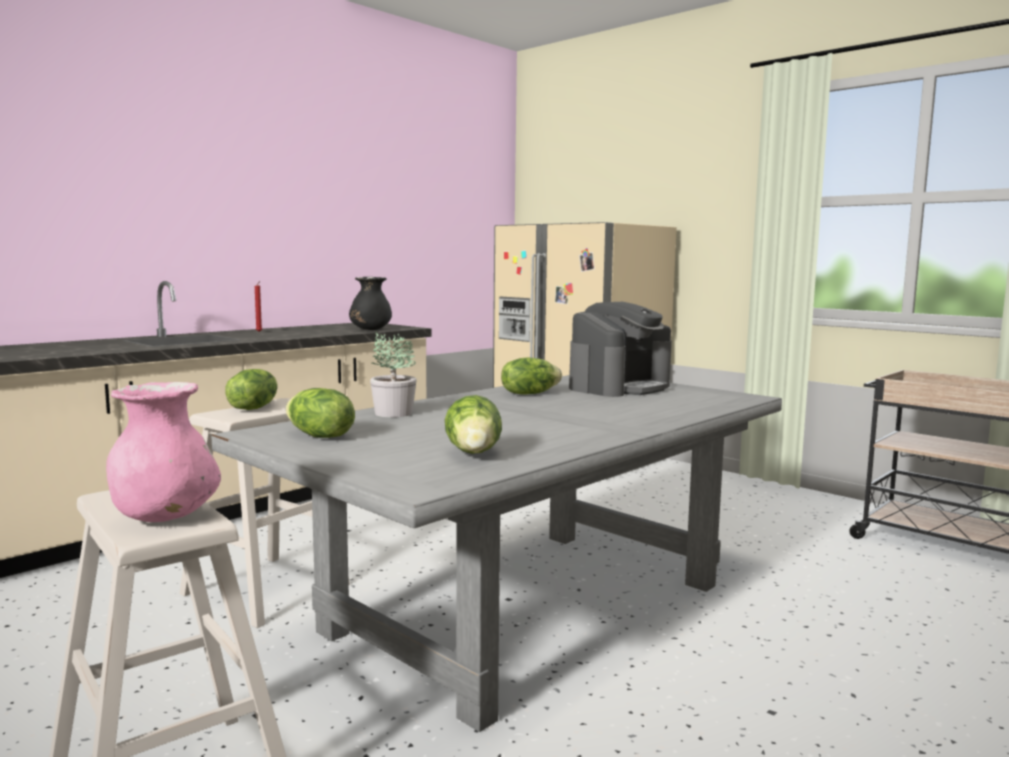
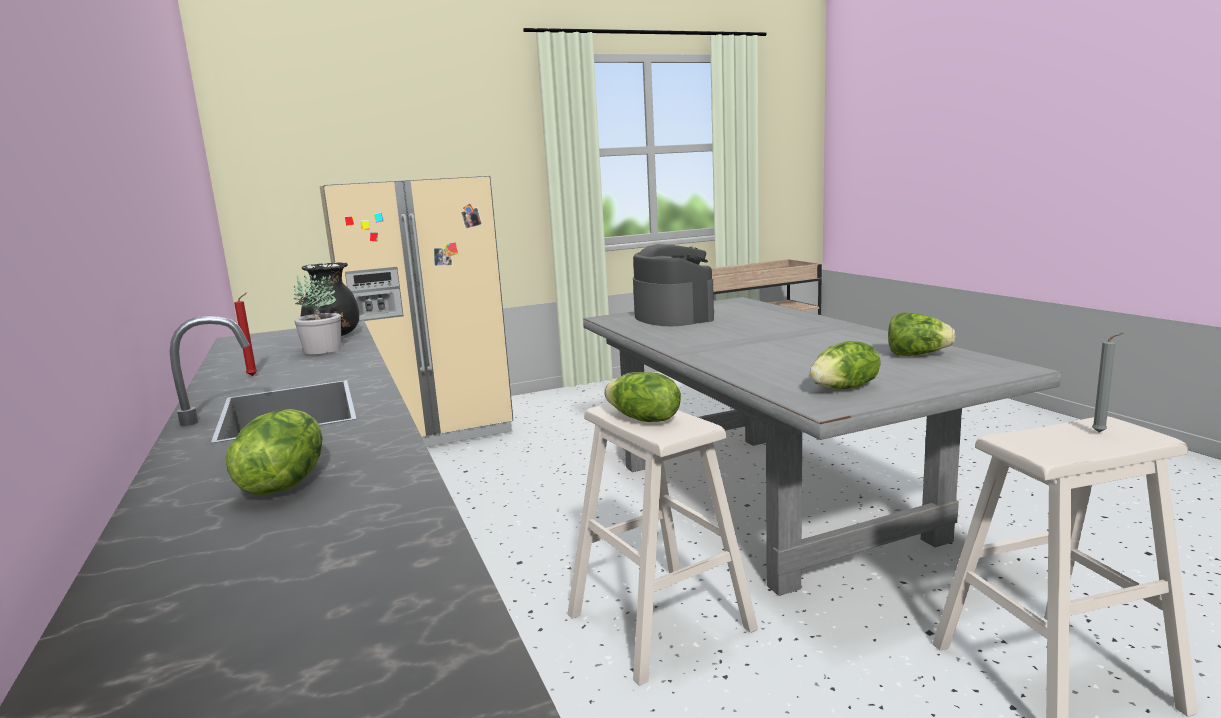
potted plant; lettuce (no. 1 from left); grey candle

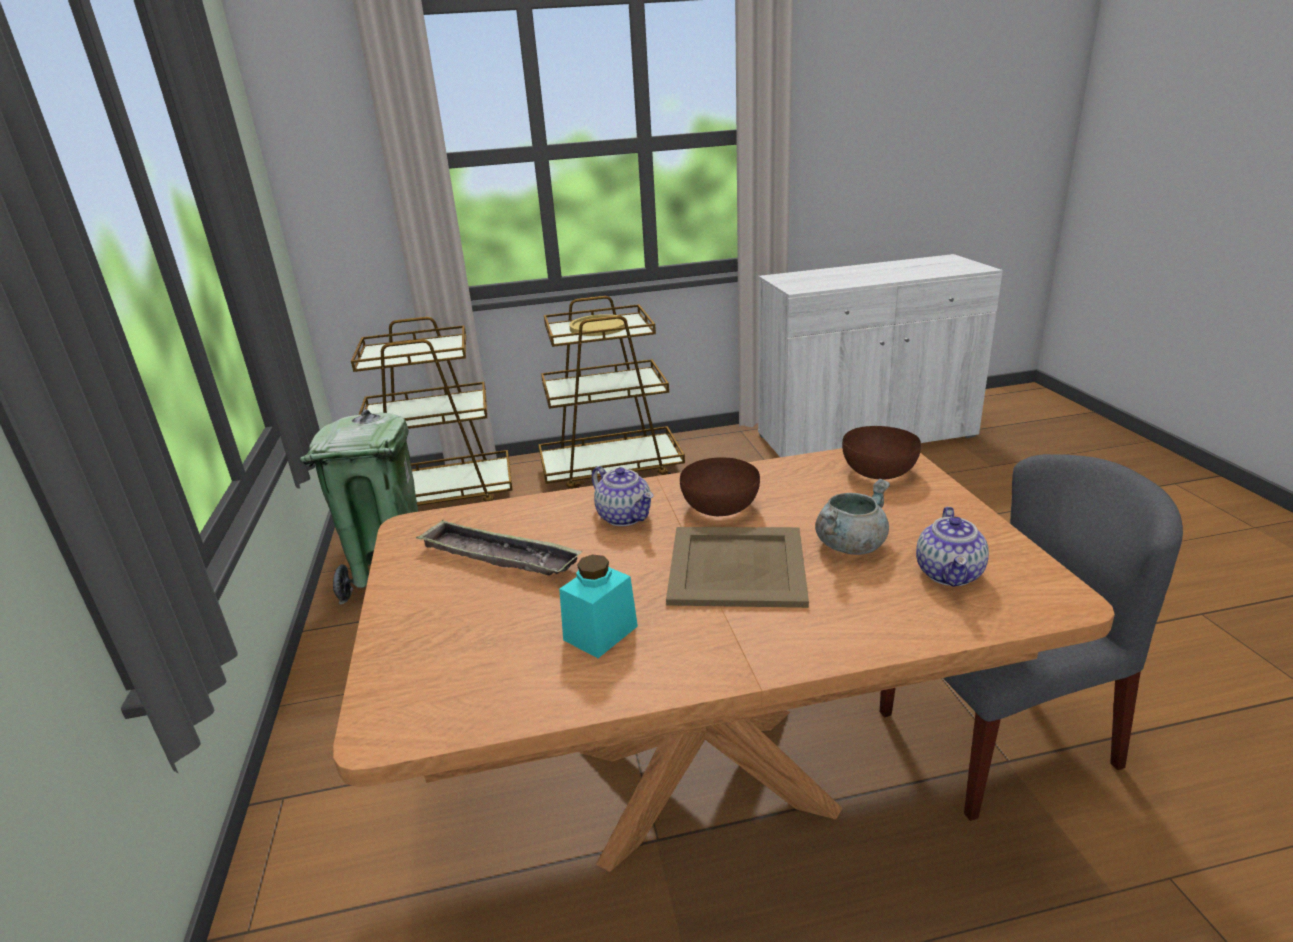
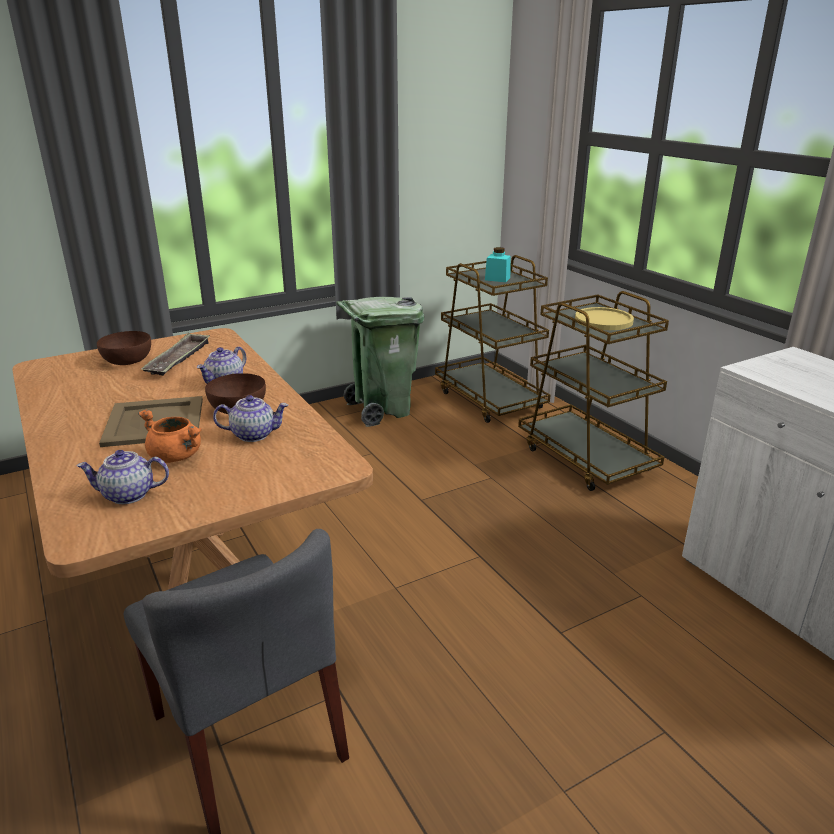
teapot (no. 3 from left); turquoise jar; brown bowl (no. 1 from left); orange cooking pot

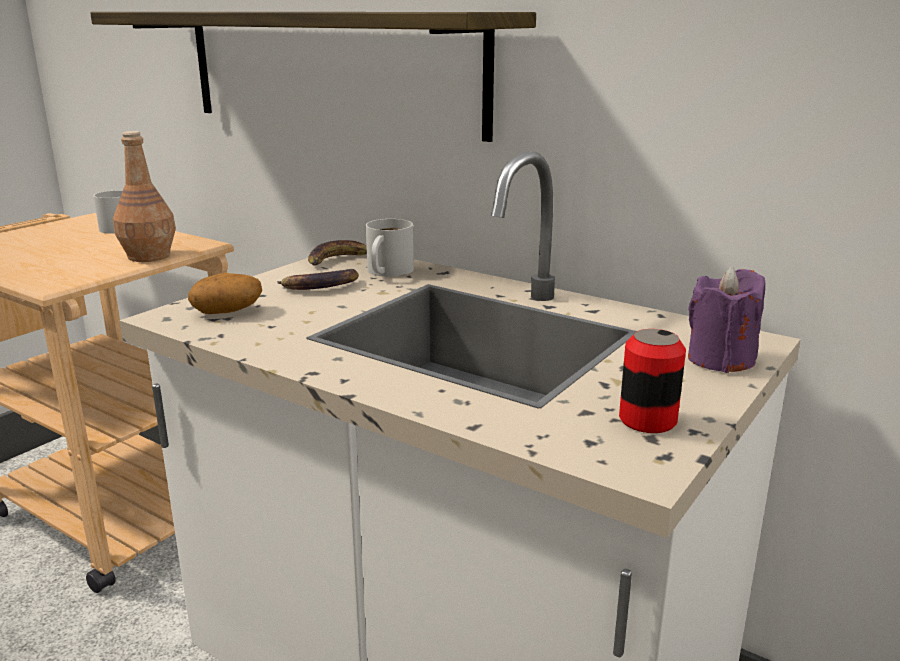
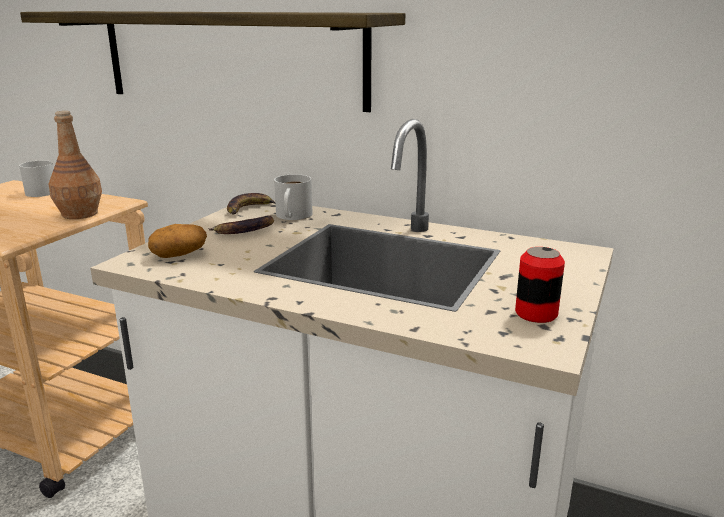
purple candle

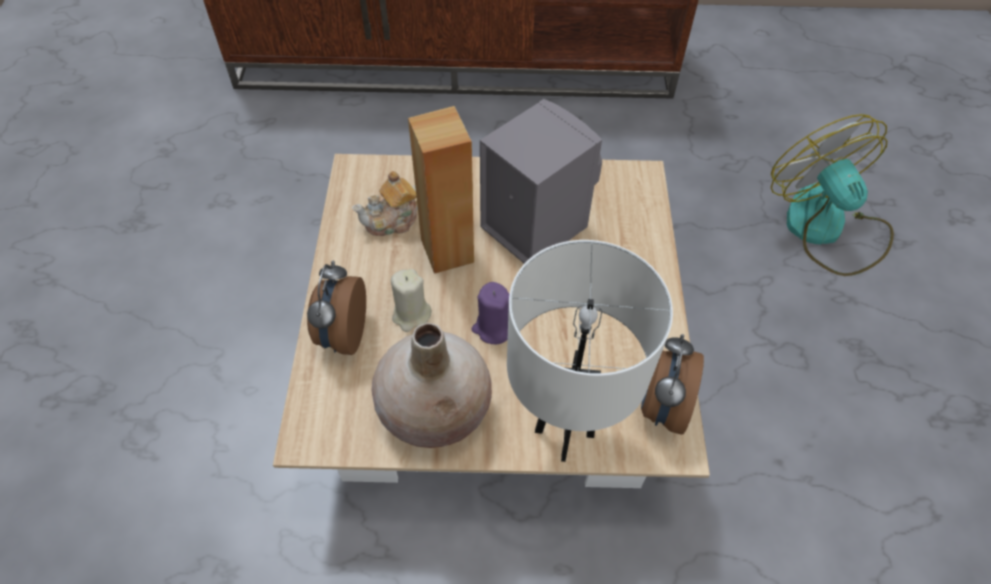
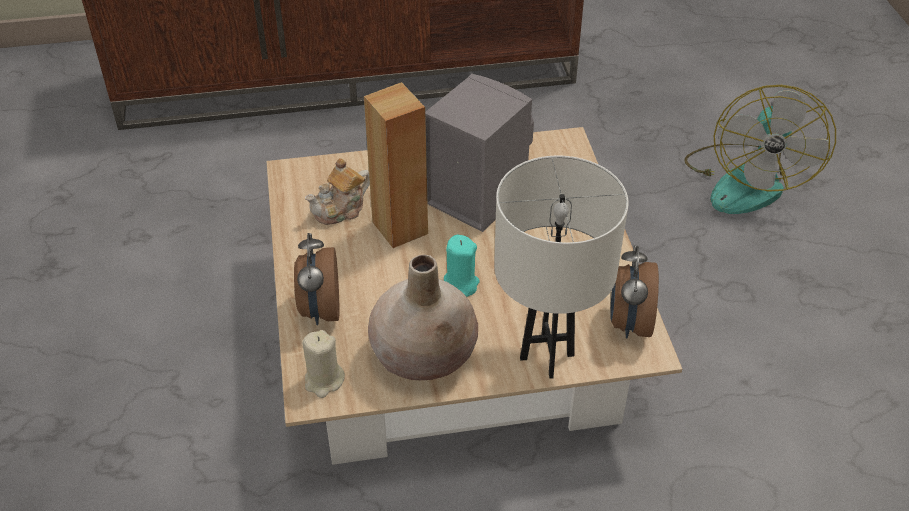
beige candle; turquoise candle; fan

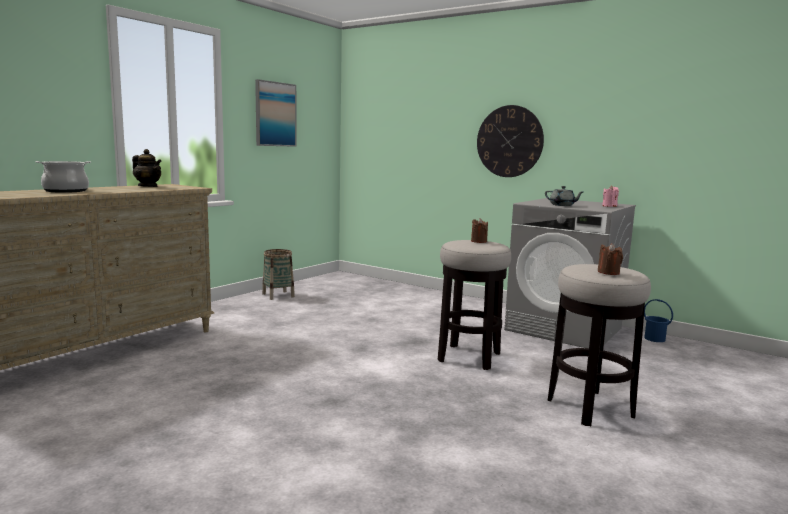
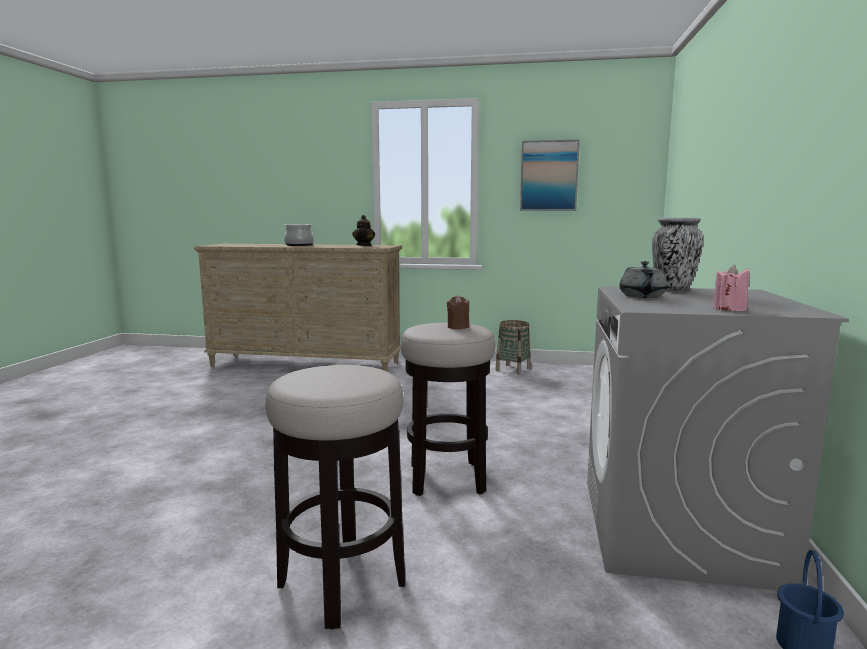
wall clock; brown candle (no. 2 from left in the first image); vase

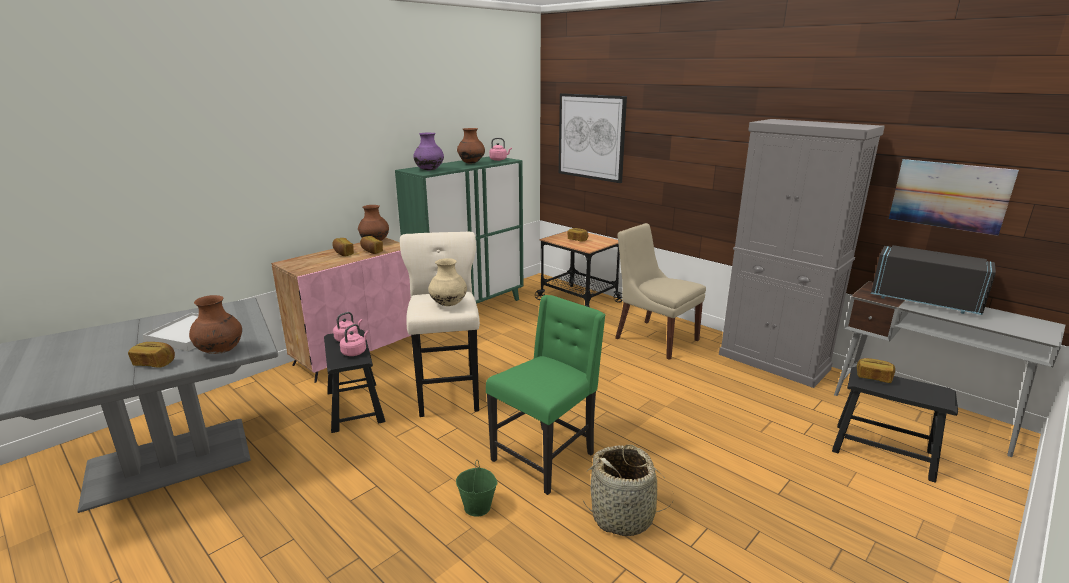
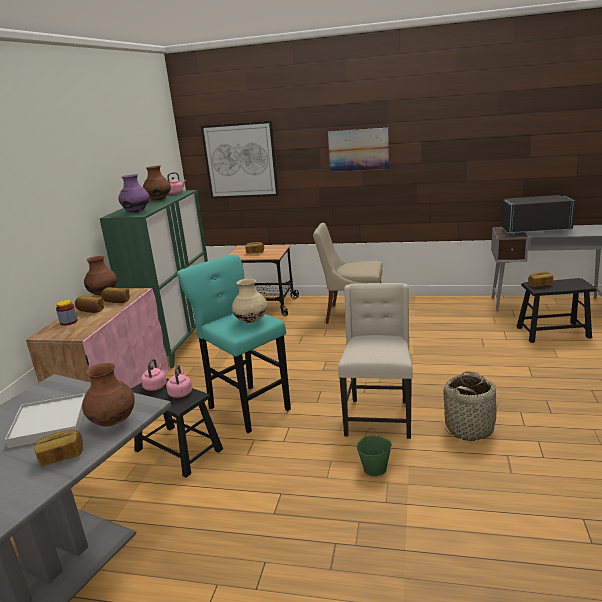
grey cabinet; jar; picture (no. 2 from left); turquoise stool; beige chair (no. 2 from left)

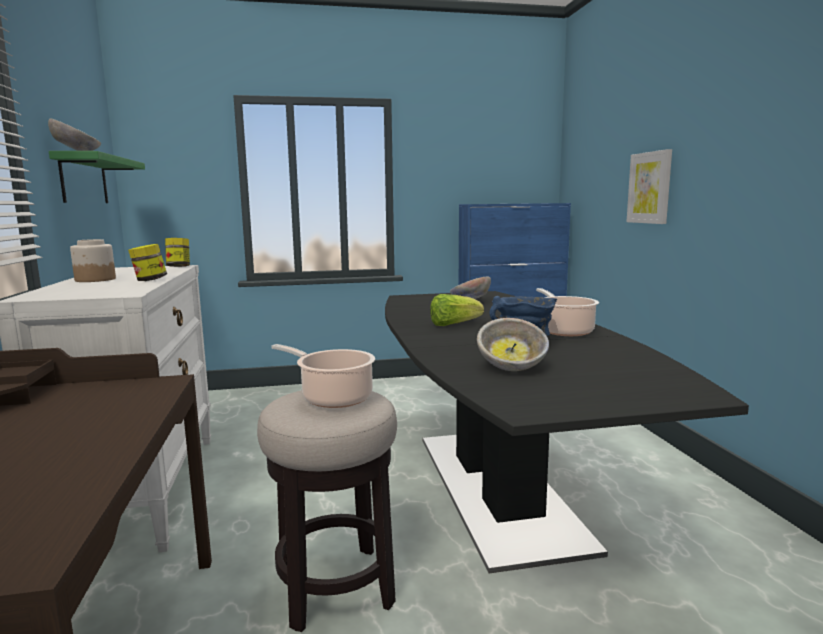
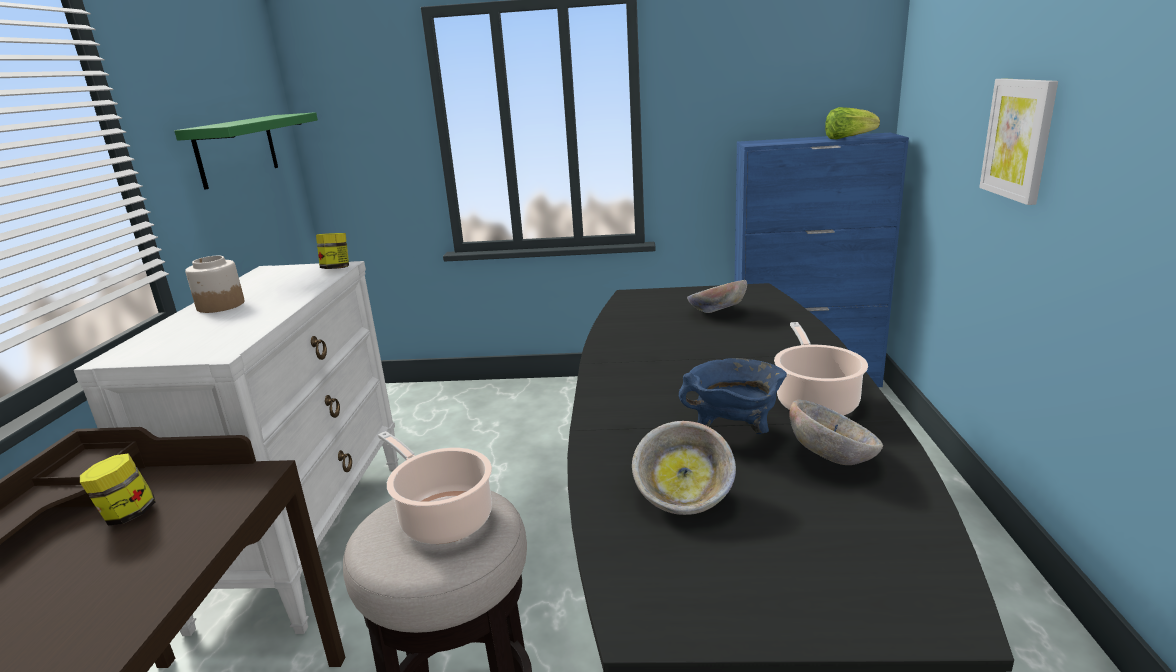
bowl (no. 3 from left); jar (no. 1 from left); lettuce

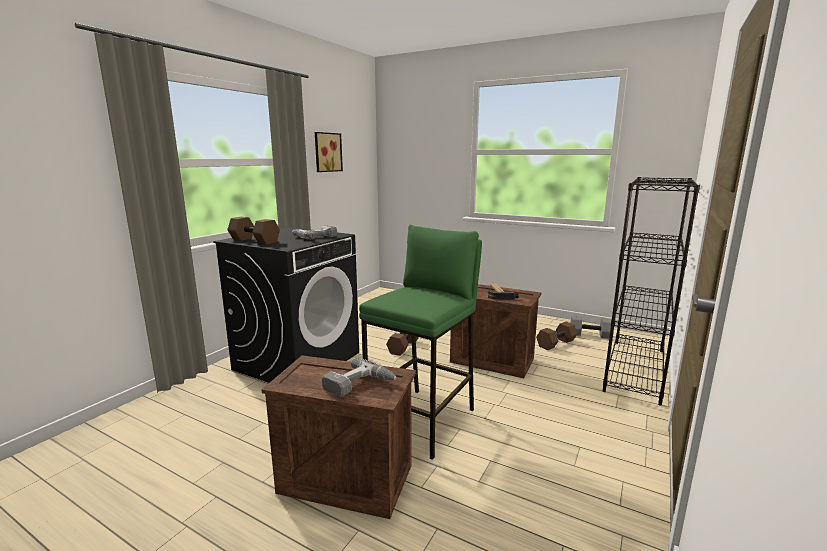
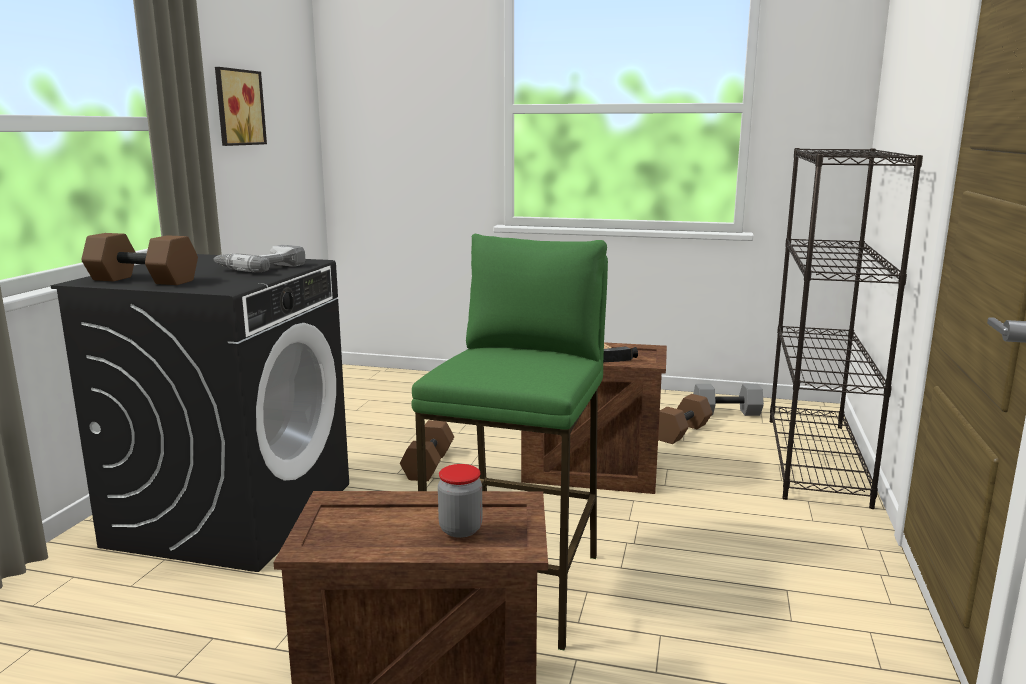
jar

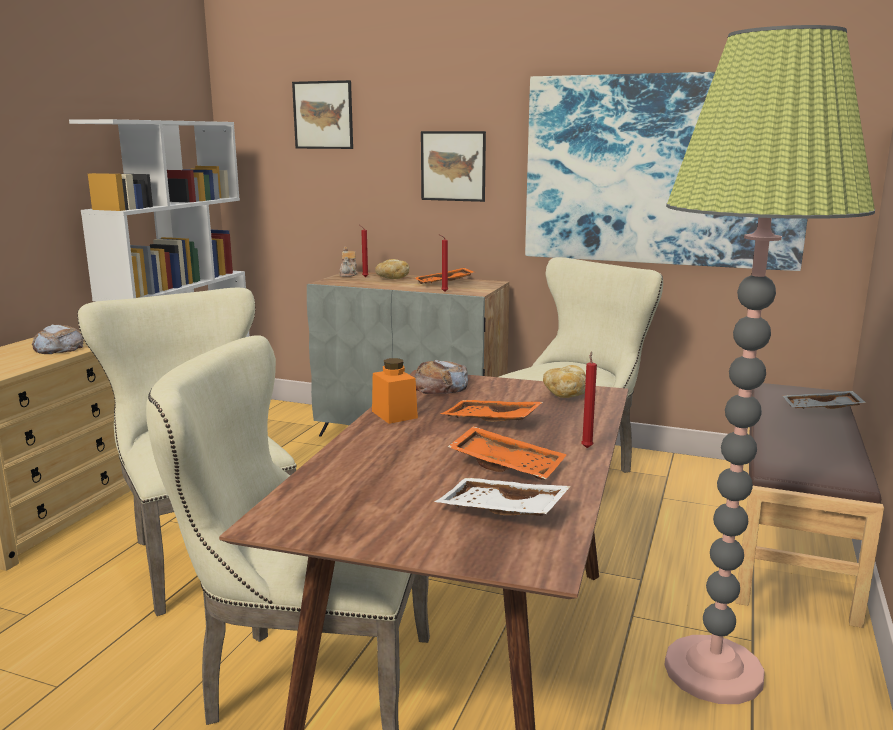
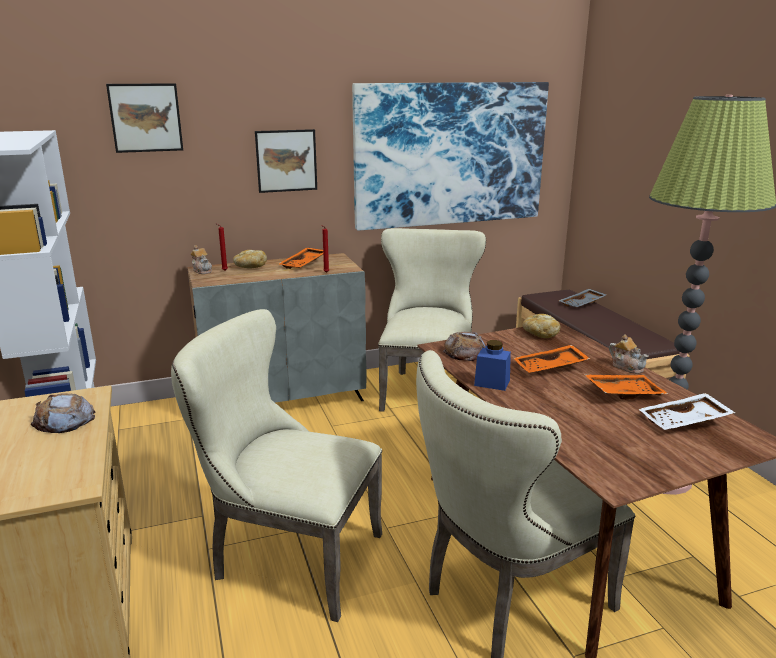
teapot (no. 2 from left); blue jar

